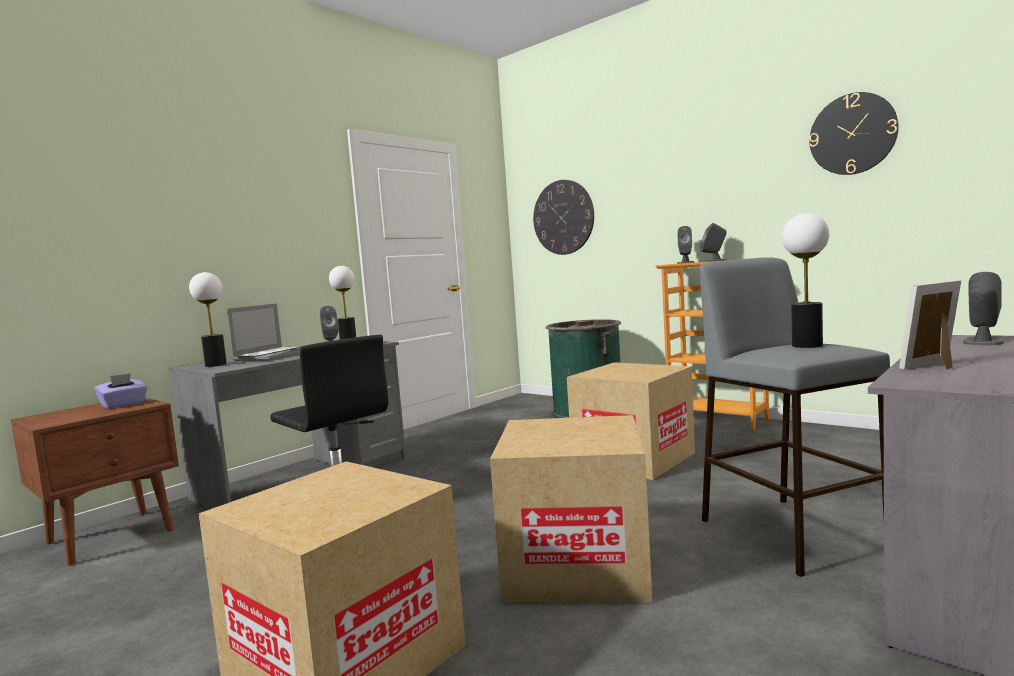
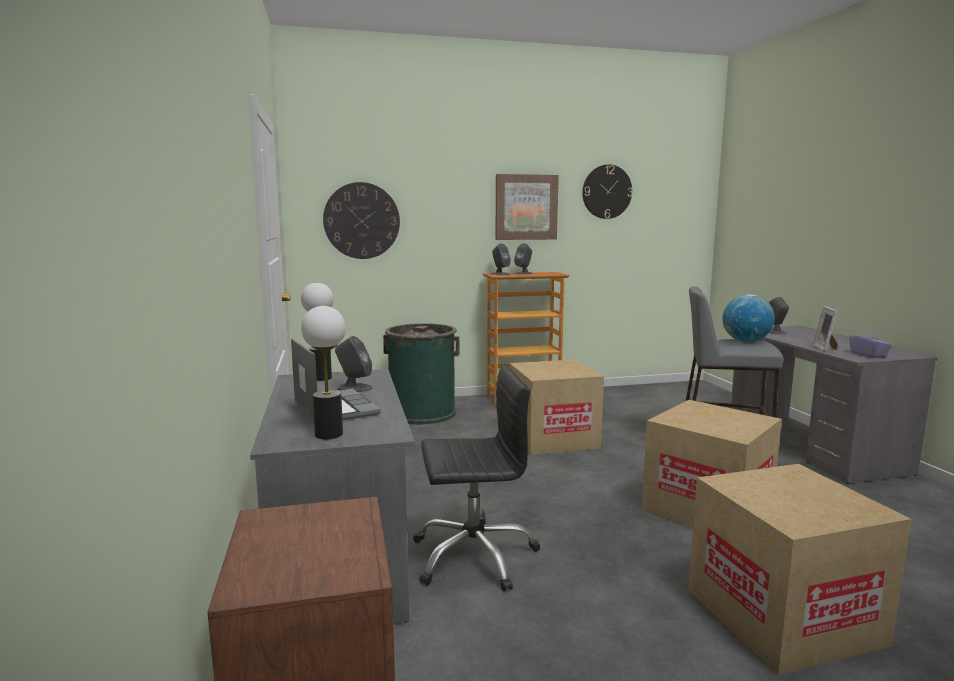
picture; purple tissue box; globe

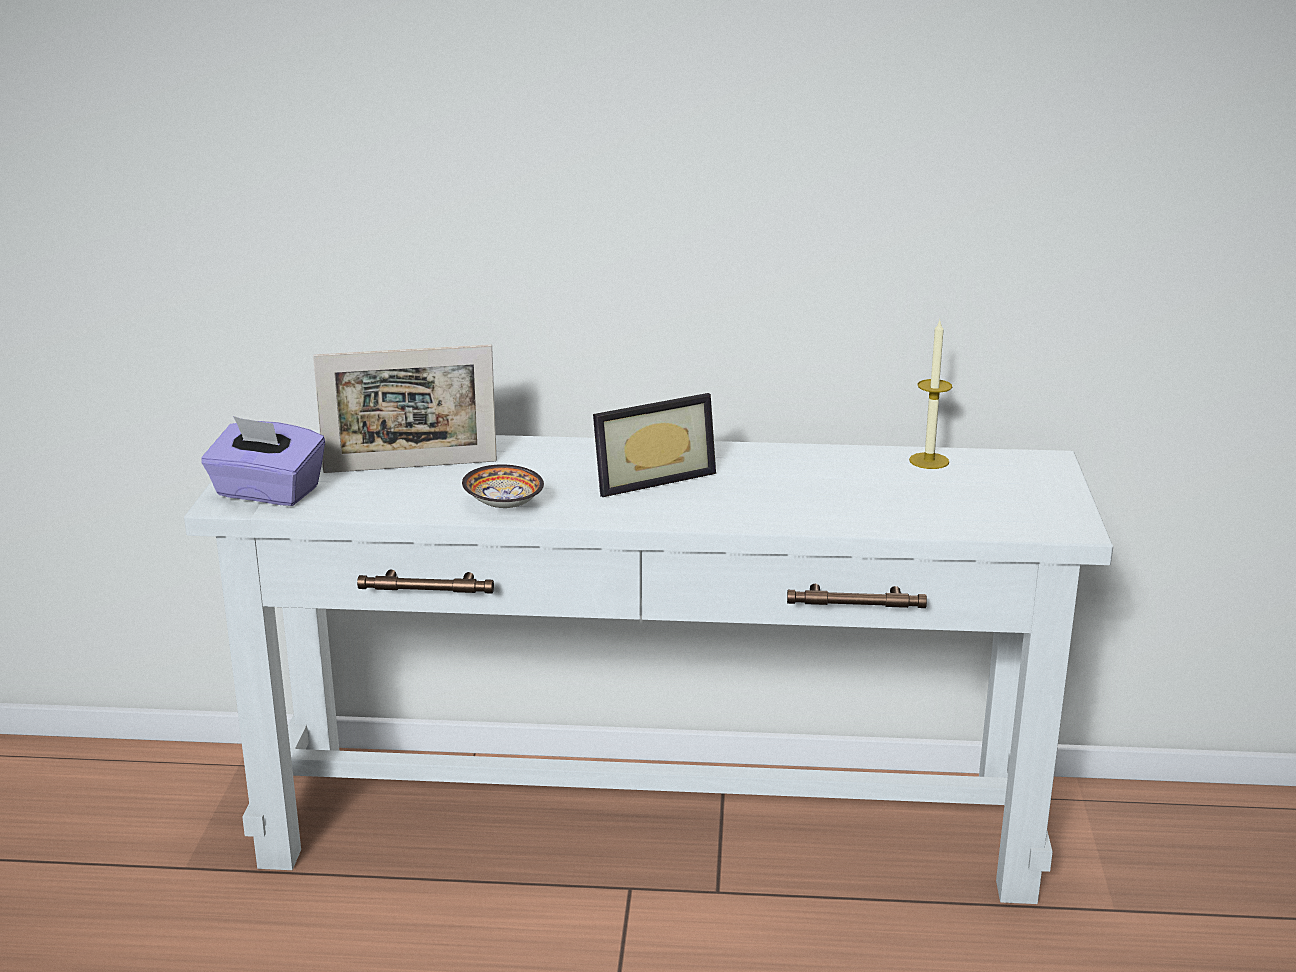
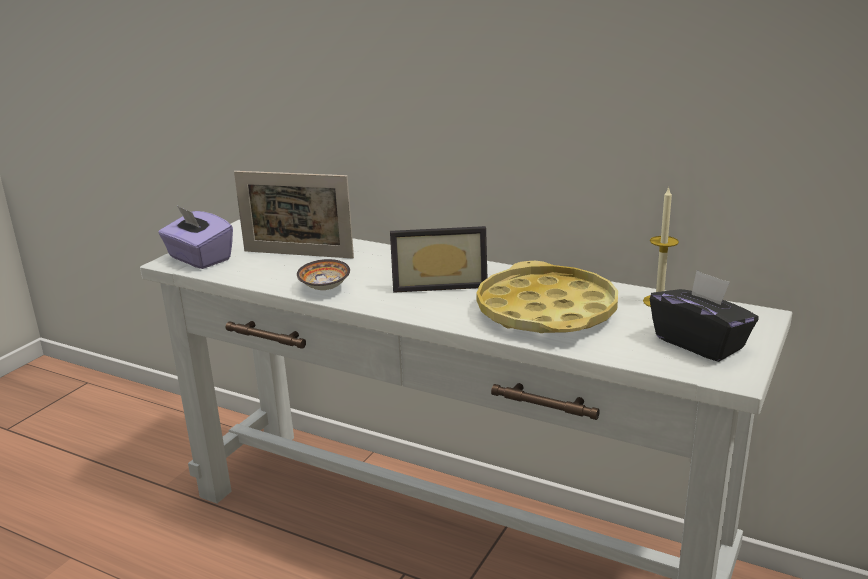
yellow tray; black tissue box

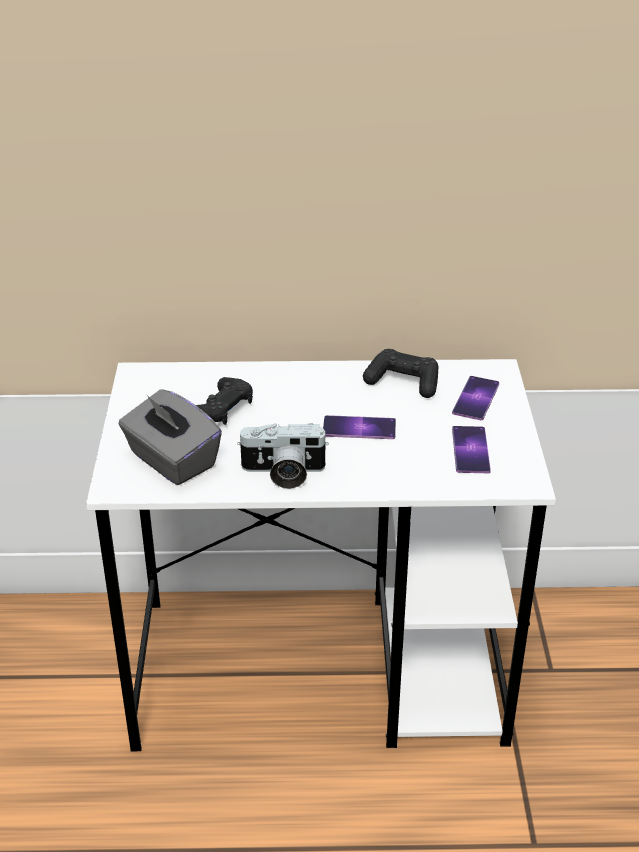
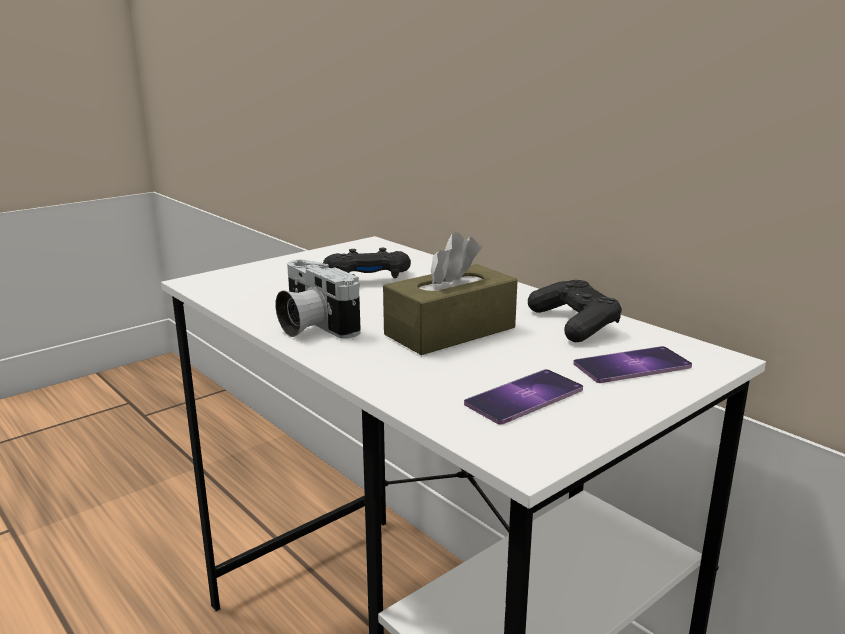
grey tissue box; brown tissue box

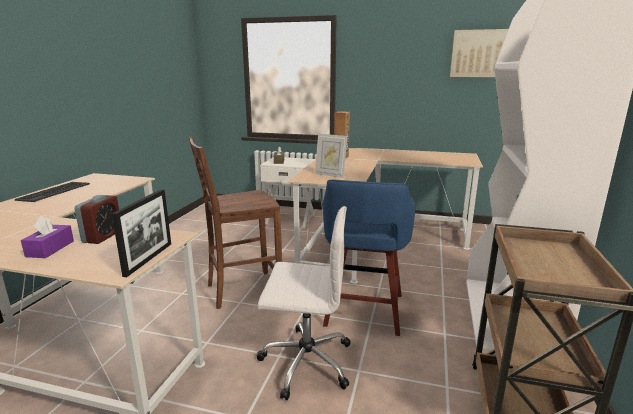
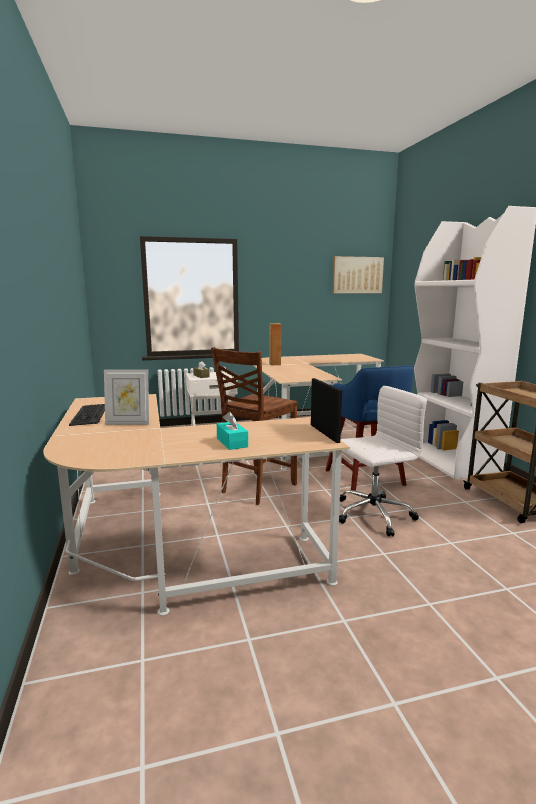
alarm clock; picture frame (no. 1 from left); turquoise tissue box

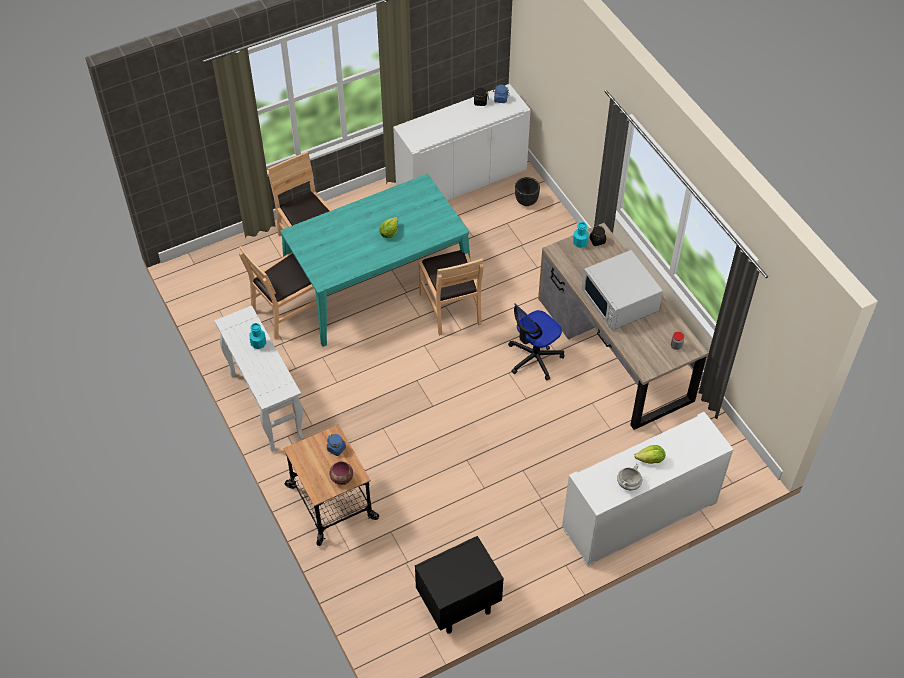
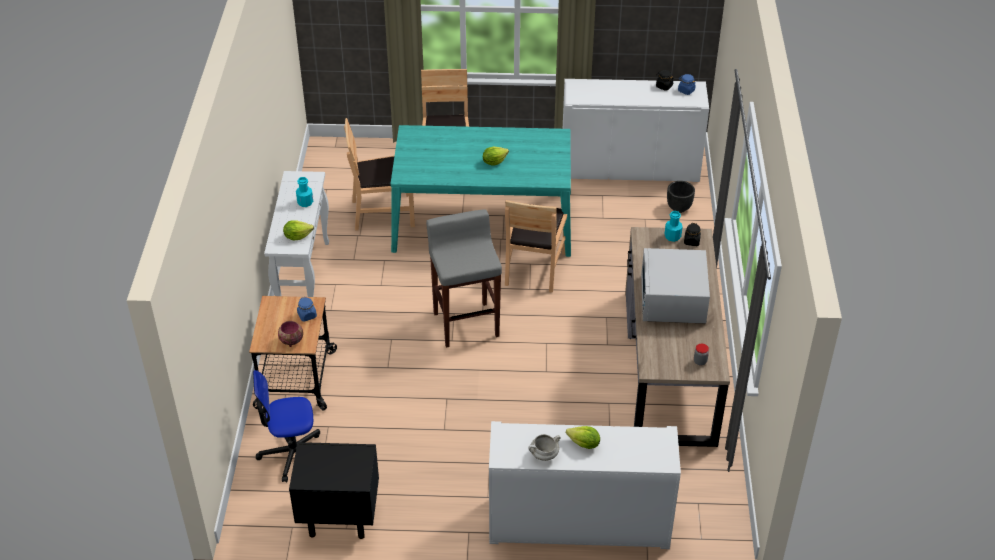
lettuce (no. 1 from left); grey stool; office chair

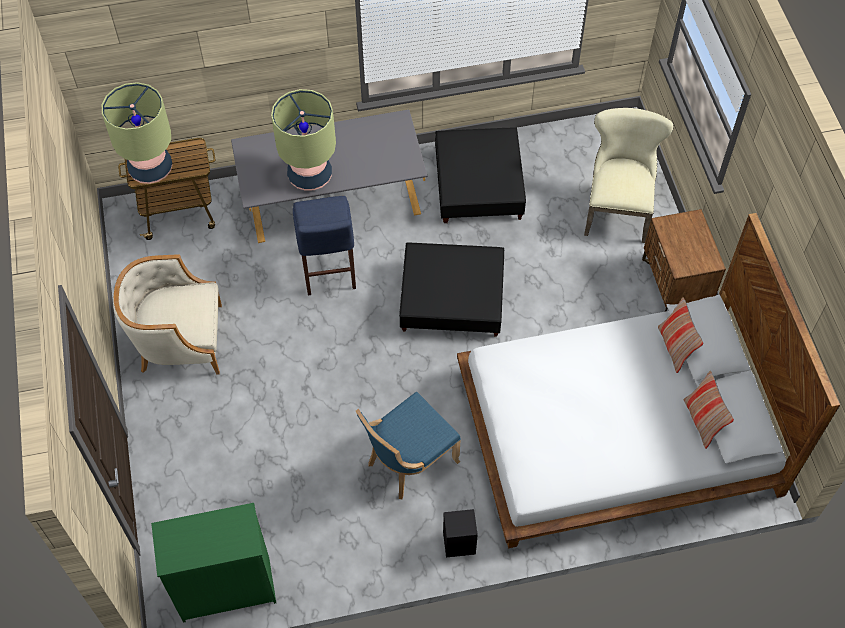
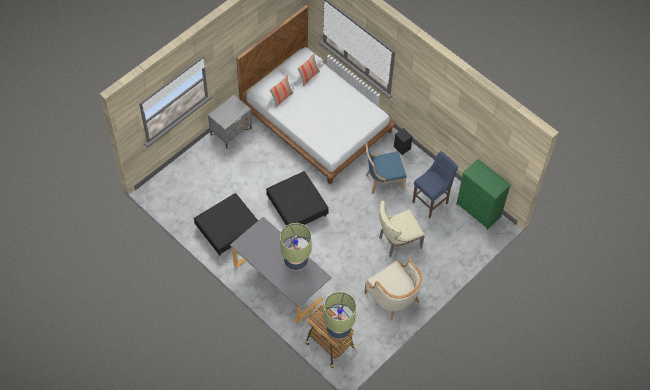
blue stool; beige chair; grey nightstand; blue chair

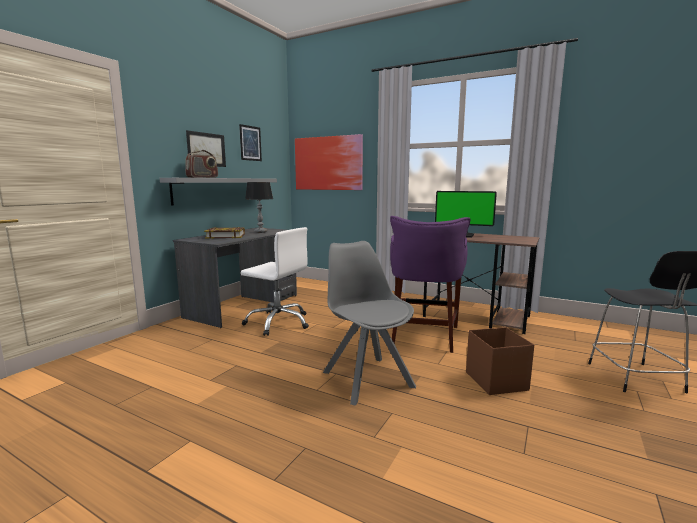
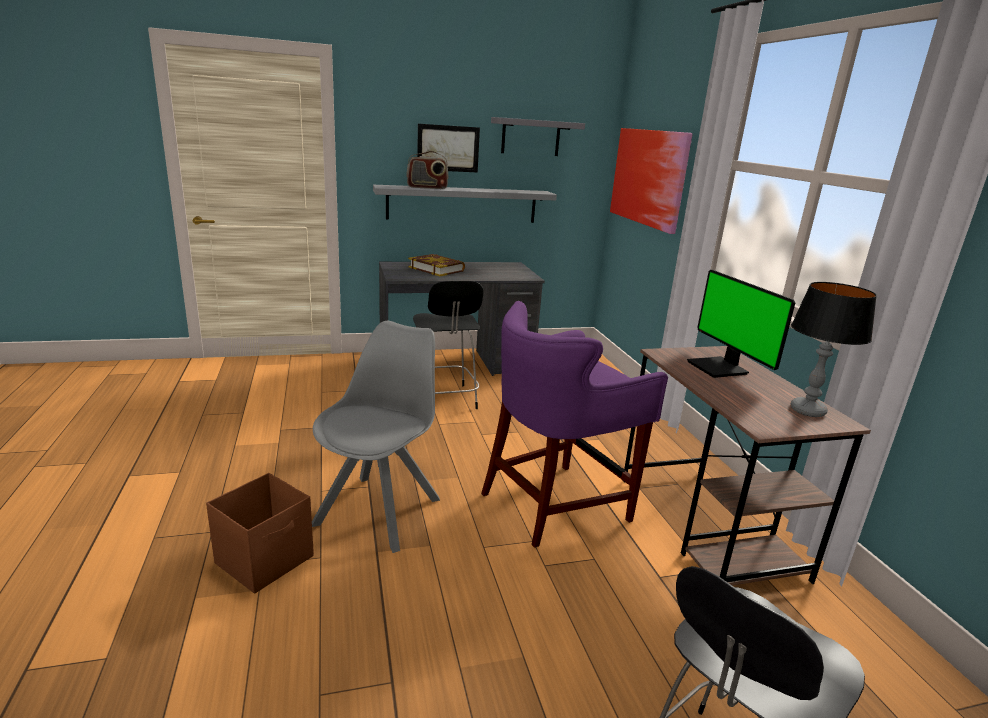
table lamp; brown storage box; grey shelf (no. 2 from left); black stool (no. 1 from left)

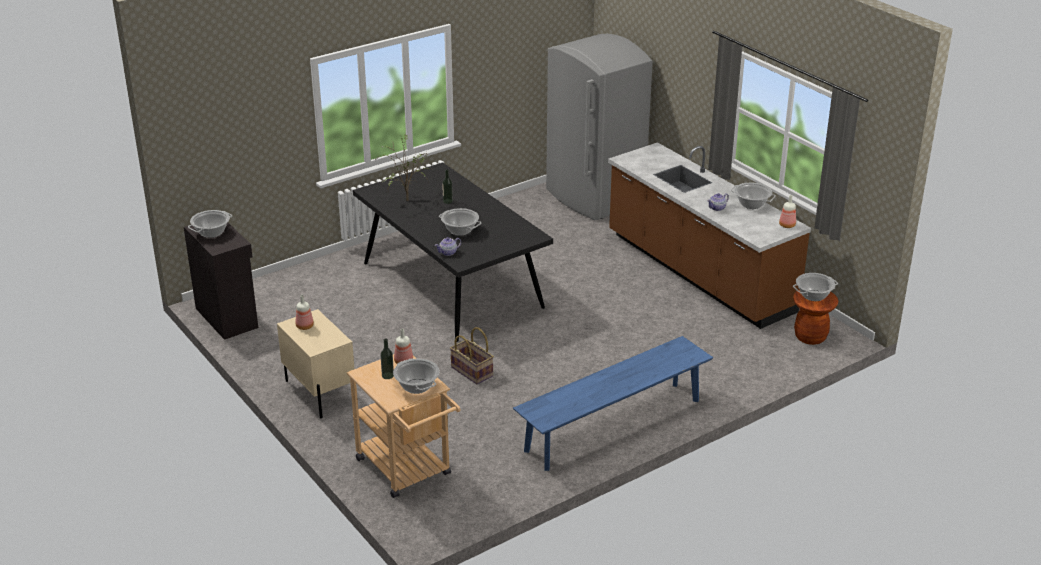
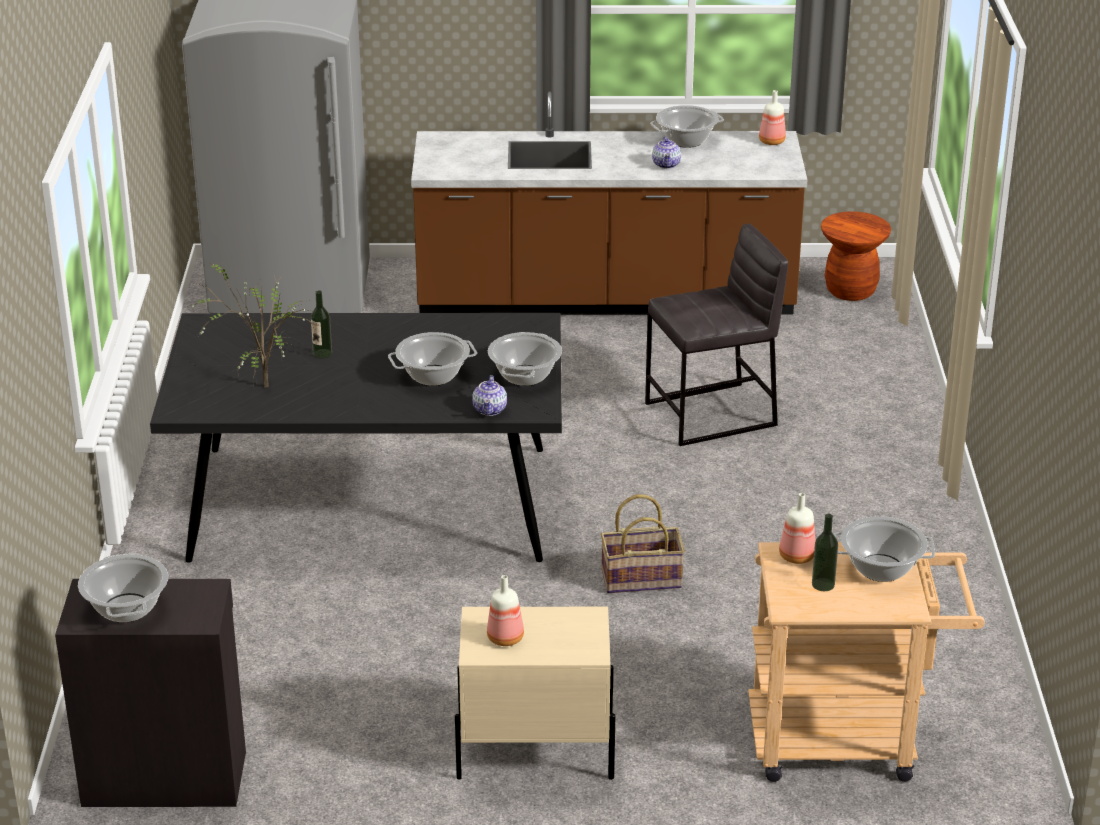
blue bench; grey stool; cooking pot (no. 3 from left)

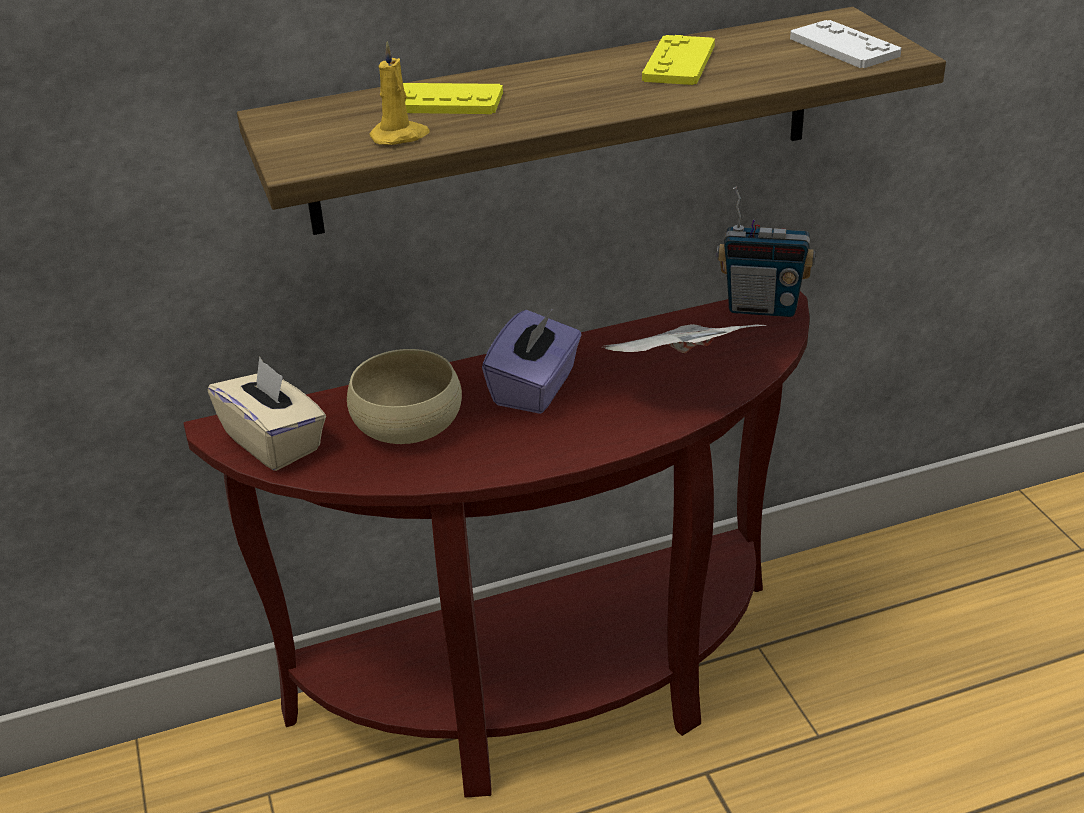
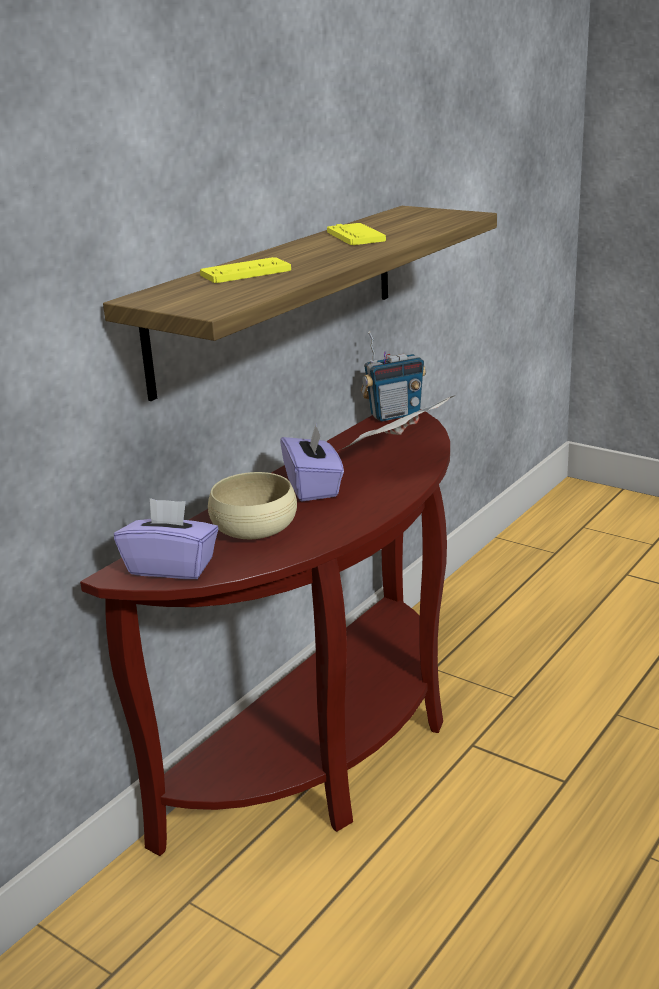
yellow candle; white game controller; purple tissue box (no. 1 from left)

